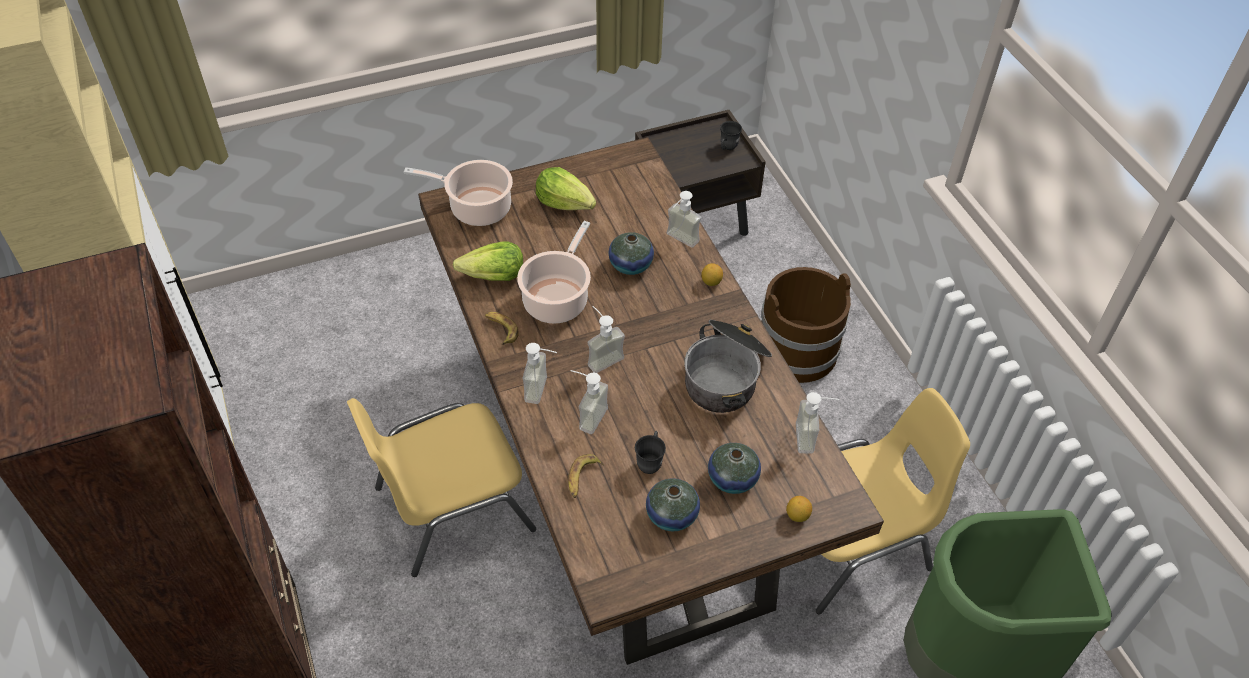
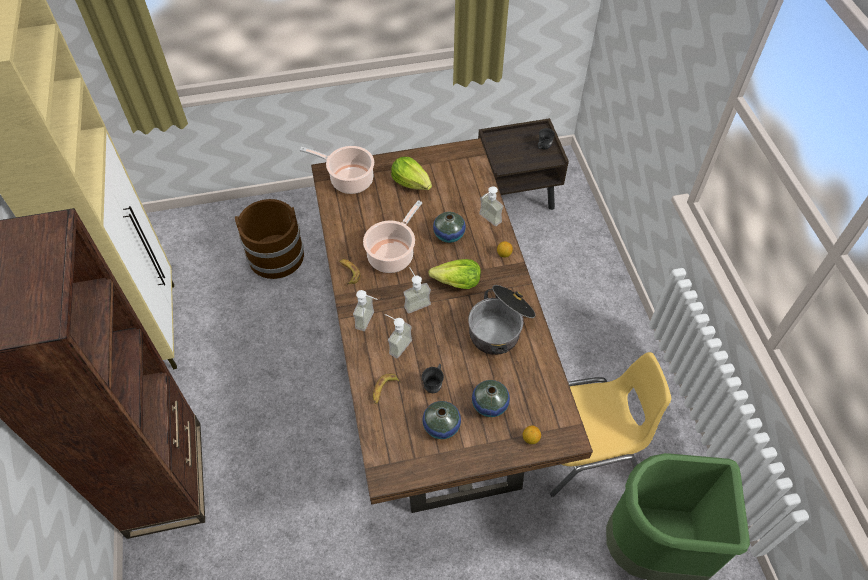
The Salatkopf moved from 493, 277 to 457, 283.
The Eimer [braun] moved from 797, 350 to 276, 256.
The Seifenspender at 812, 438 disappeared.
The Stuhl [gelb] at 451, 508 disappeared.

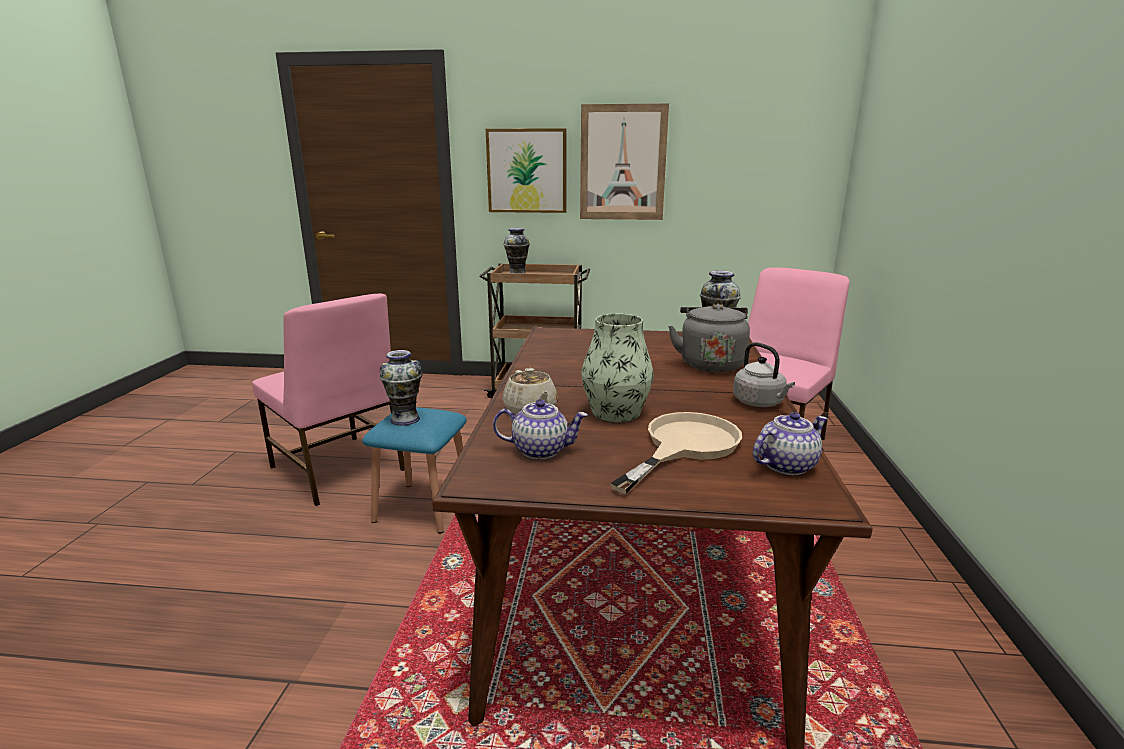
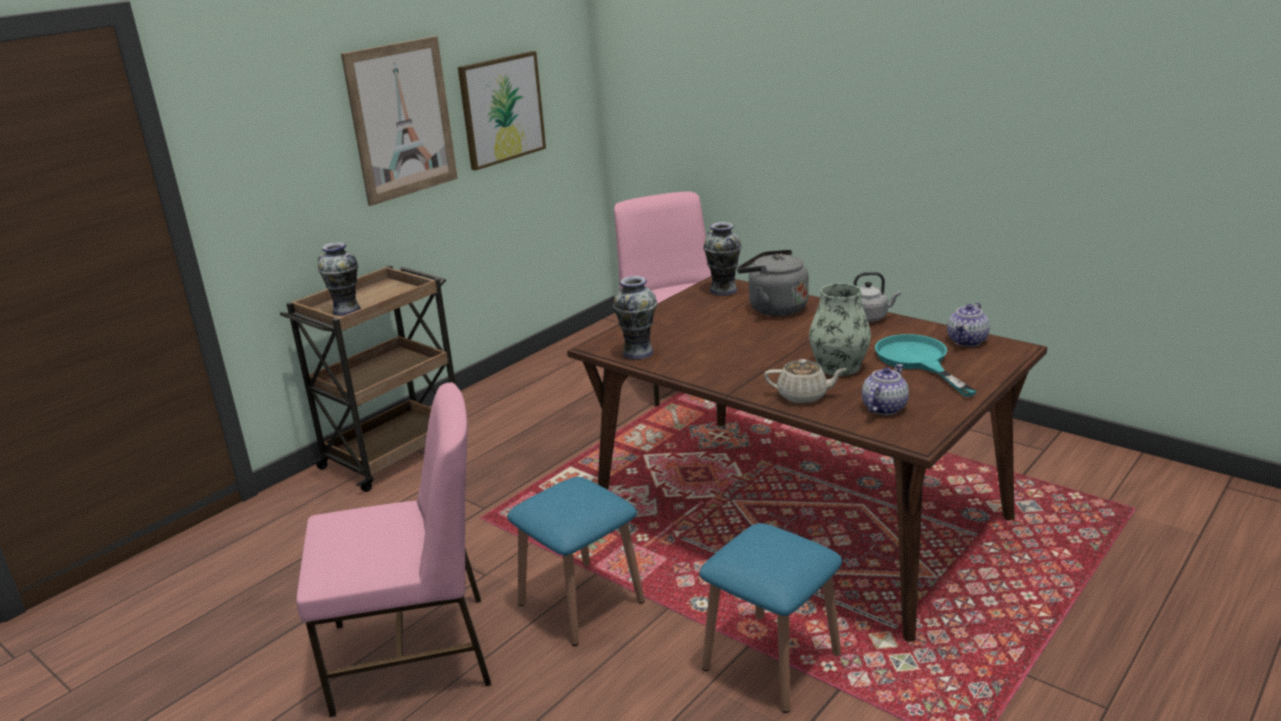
The Bild moved from 527, 171 to 502, 109.
The Vase moved from 405, 419 to 637, 352.
The Pfanne [beige] at 684, 446 became the Pfanne [türkis] at 917, 361.
The Teekanne at 786, 465 turned 150 degrees counterclockwise.
The Hocker [blau] at 771, 661 appeared.

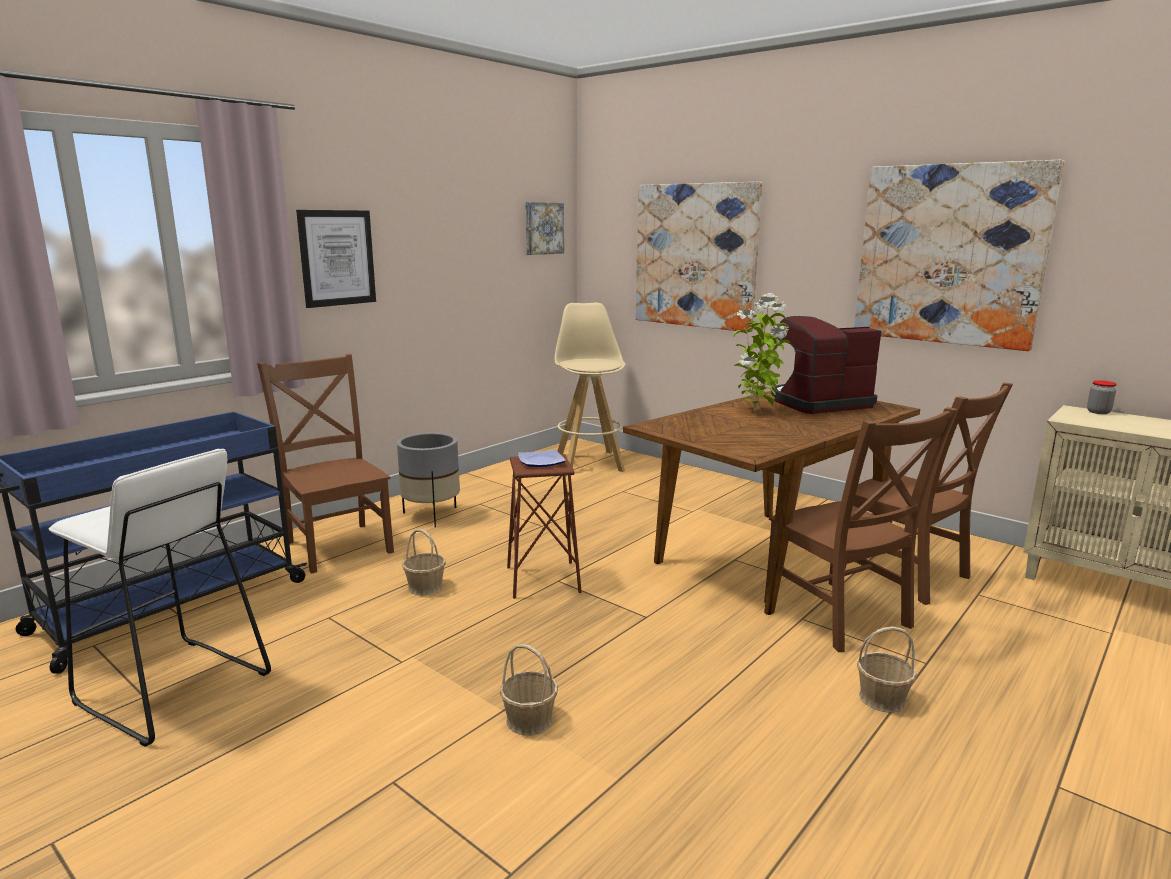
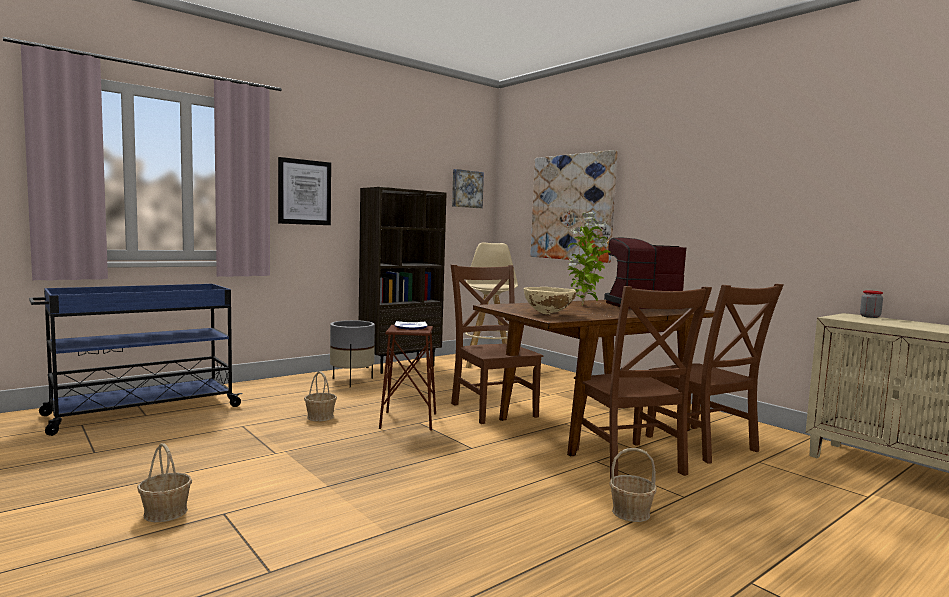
The Bild at 949, 255 disappeared.
The Stuhl [braun] moved from 338, 545 to 492, 409.
The Hocker [weiß] at 172, 689 disappeared.
The Korb moved from 529, 719 to 166, 512.
The Bücherregal [braun] at 400, 366 appeared.
The Schüssel [beige] at 548, 314 appeared.

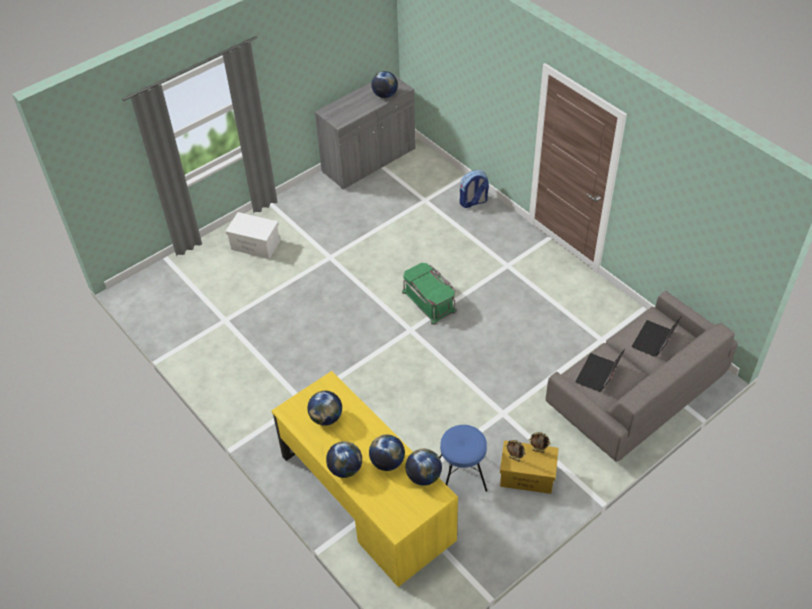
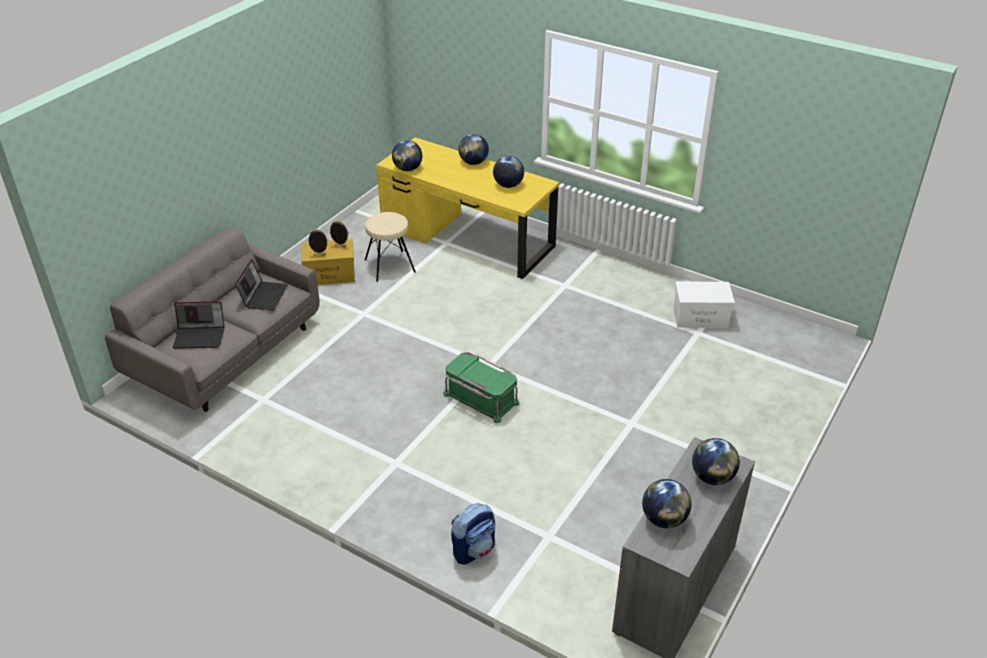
The Aufbewahrungsbox [weiß] moved from 255, 245 to 701, 317.
The Laptop at 654, 341 turned 75 degrees clockwise.
The Hocker [blau] at 462, 474 became the Hocker [beige] at 389, 266.
The Globus moved from 387, 462 to 712, 477.

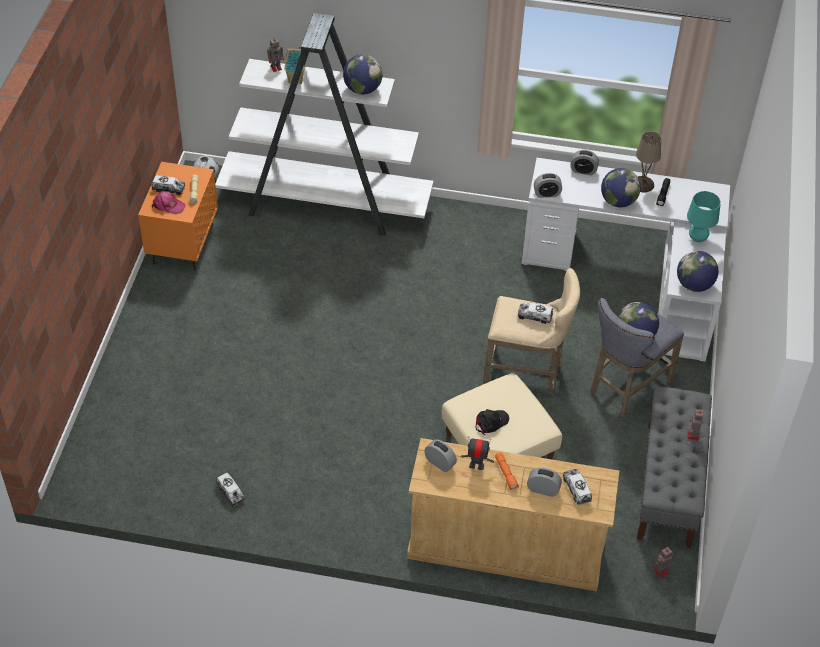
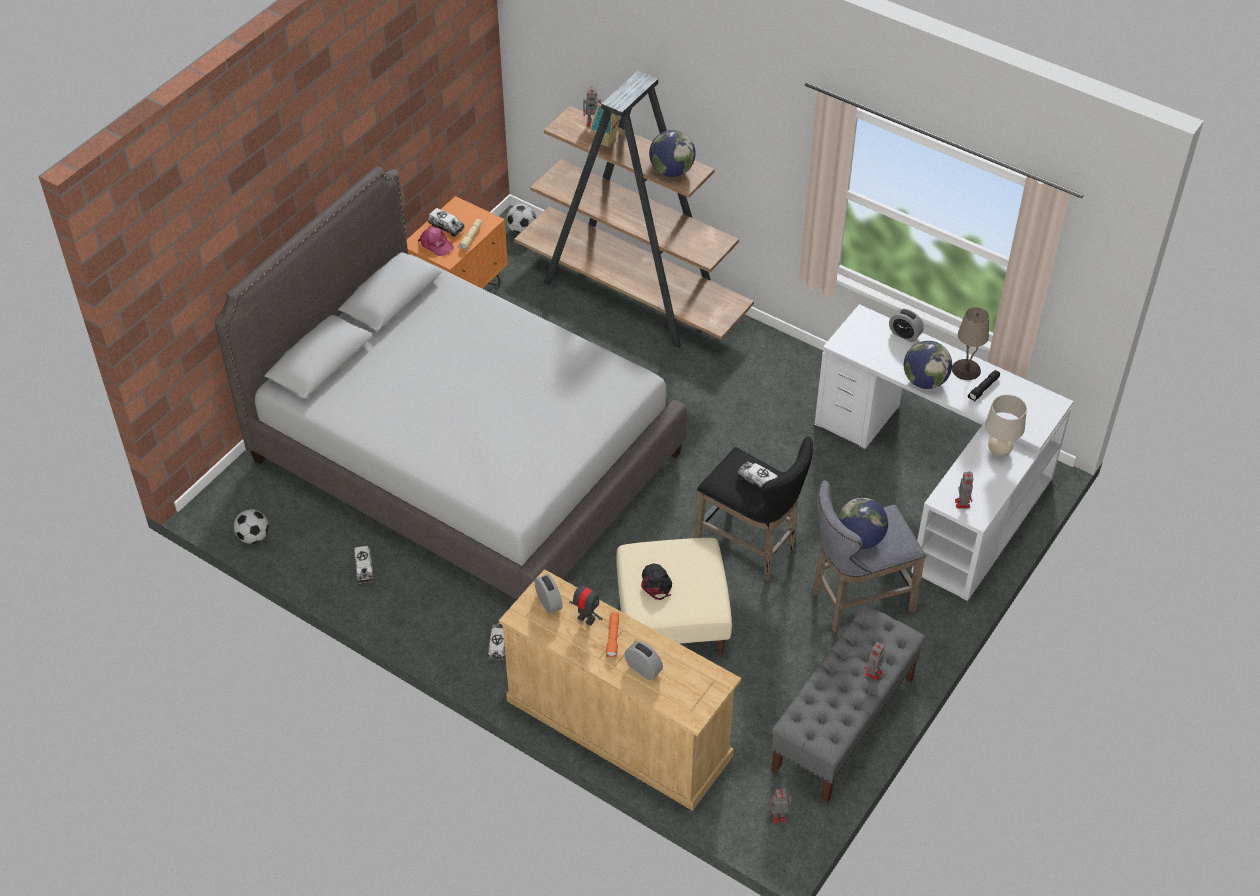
The Bücherregal [weiß] at 326, 204 became the Bücherregal [braun] at 633, 295.
The Wecker at 547, 194 disappeared.
The Tischlampe [türkis] at 697, 238 became the Tischlampe [beige] at 999, 451.
The Globus at 694, 285 was replaced by the Spielzeugroboter at 962, 503.
The Hocker [beige] at 527, 373 became the Hocker [schwarz] at 751, 547.
The Kappe [schwarz] at 491, 422 turned 90 degrees counterclockwise.
The Spielzeuglaster moved from 576, 489 to 498, 644.
The Bett [grau] at 466, 456 appeared.
The Fußball at 254, 537 appeared.

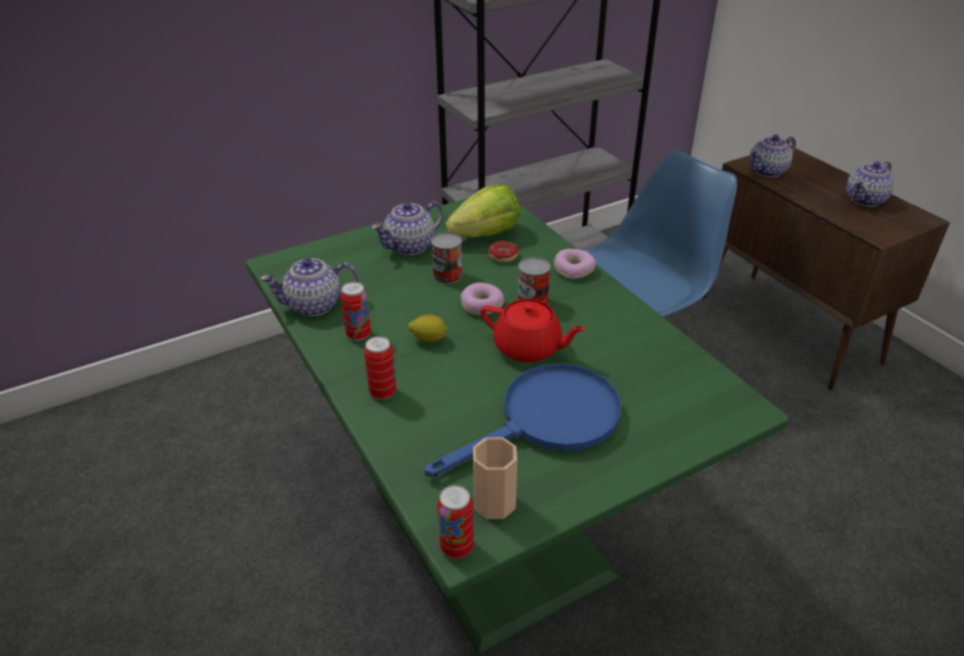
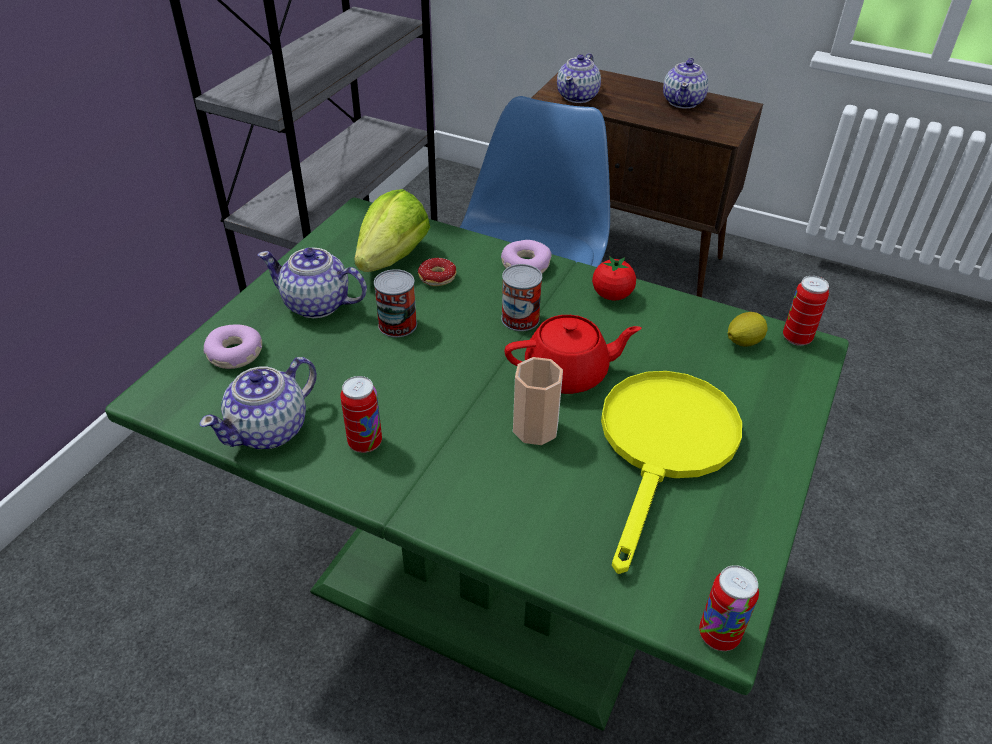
The Teekanne at 411, 246 turned 90 degrees clockwise.
The Donut moved from 481, 305 to 235, 354.
The Zitrone moved from 429, 339 to 743, 342.
The Dose moved from 383, 392 to 796, 338.
The Pfanne [blau] at 547, 421 became the Pfanne [gelb] at 664, 447.
The Tasse moved from 494, 503 to 535, 428.
The Tomate at 612, 295 appeared.

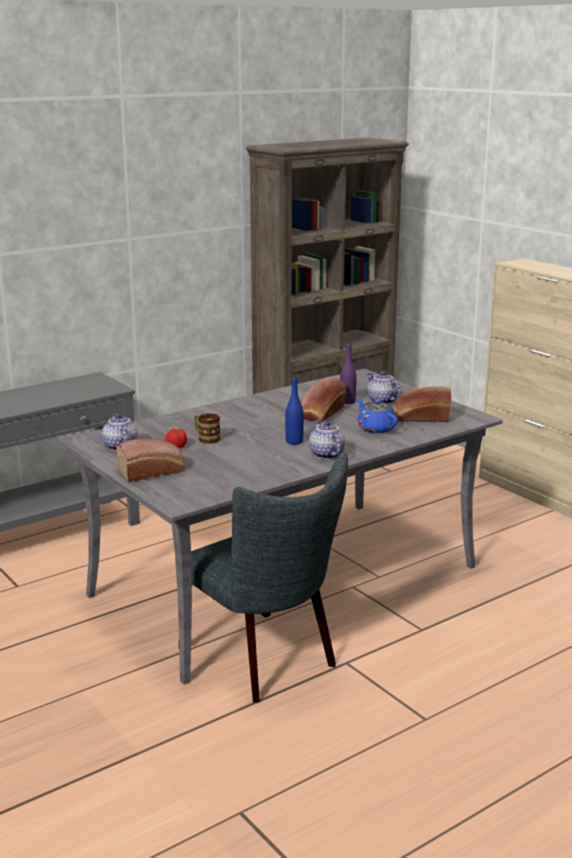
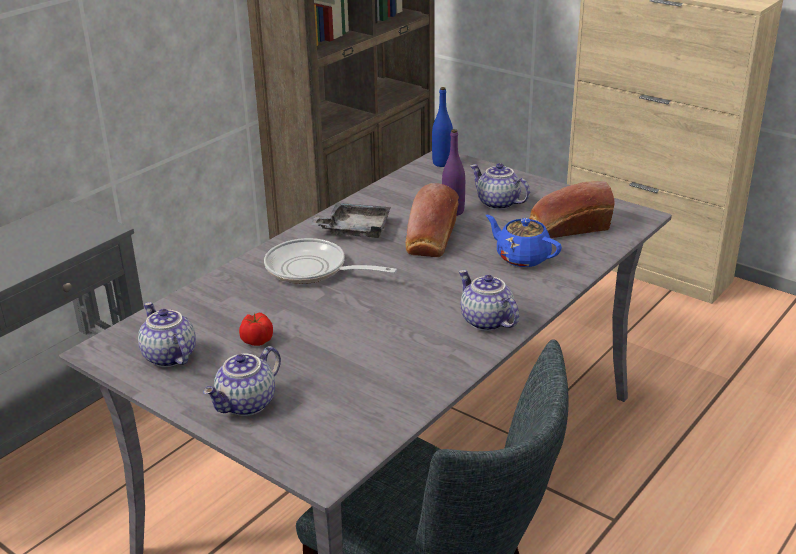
The Flasche [blau] moved from 294, 442 to 442, 163.
The Henkelbecher at 206, 438 disappeared.
The Brot at 153, 472 was replaced by the Teekanne at 247, 405.
The Tablett [grau] at 355, 229 appeared.
The Pfanne at 312, 270 appeared.

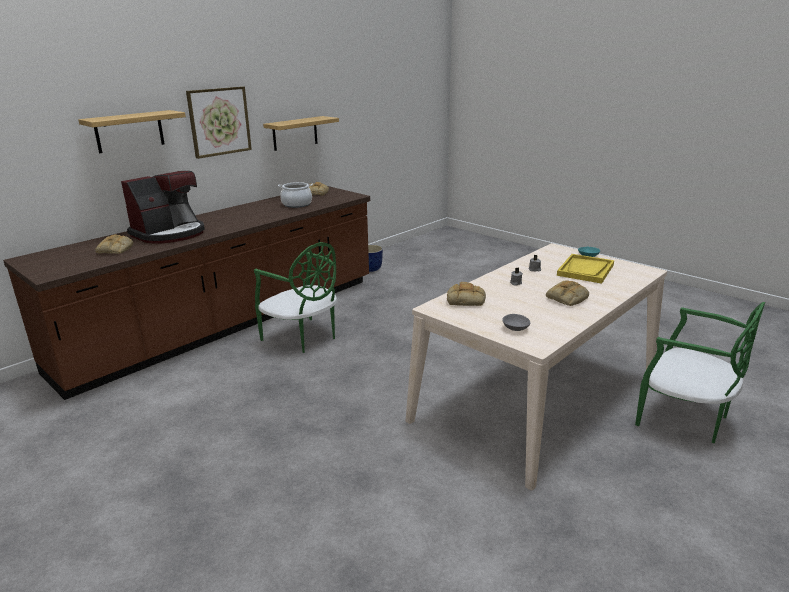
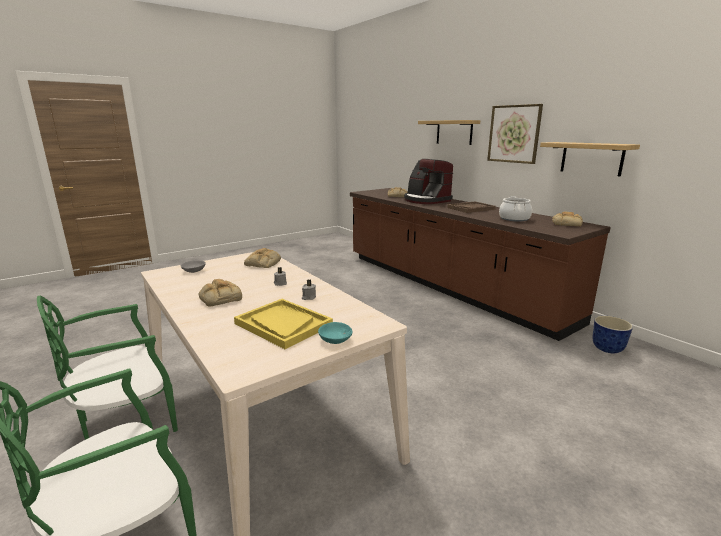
The Stuhl [grün] moved from 303, 337 to 126, 421.
The Tablett [braun] at 471, 208 appeared.

